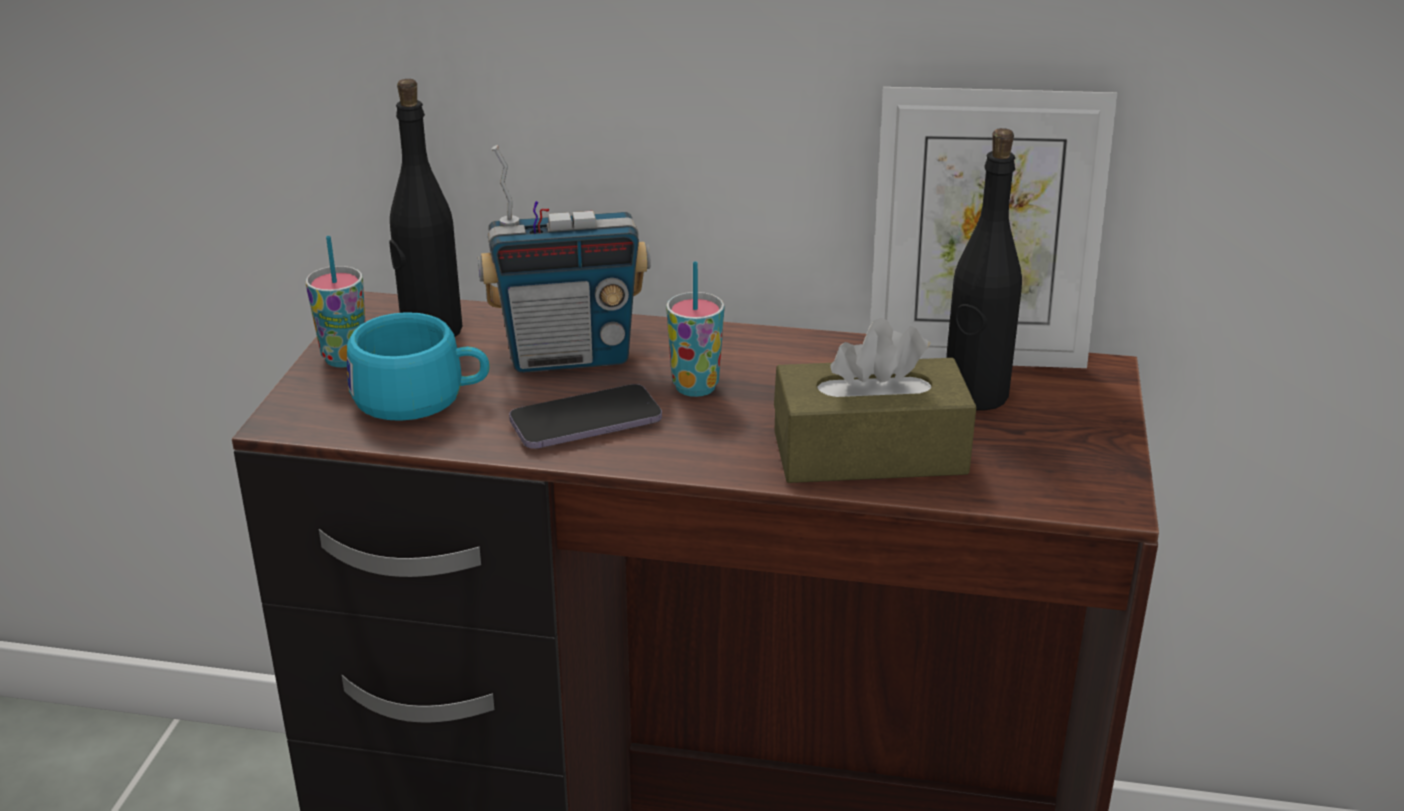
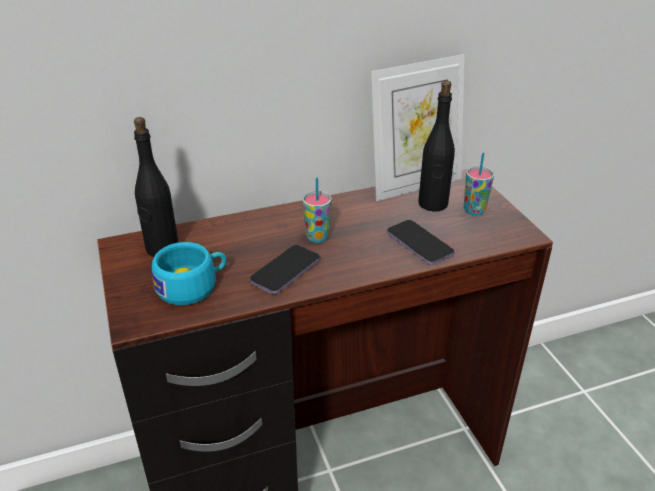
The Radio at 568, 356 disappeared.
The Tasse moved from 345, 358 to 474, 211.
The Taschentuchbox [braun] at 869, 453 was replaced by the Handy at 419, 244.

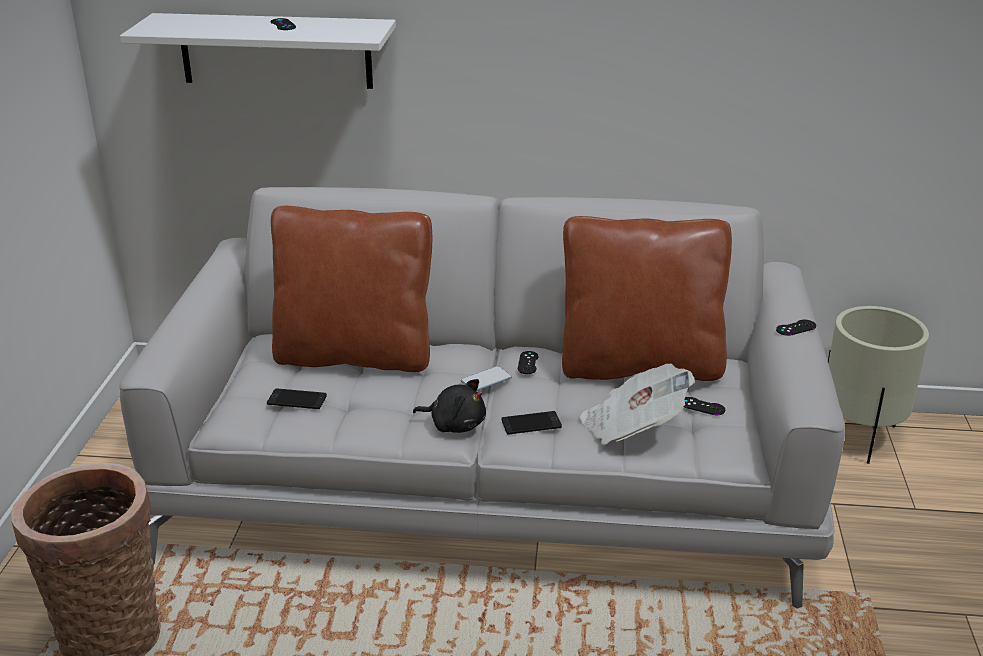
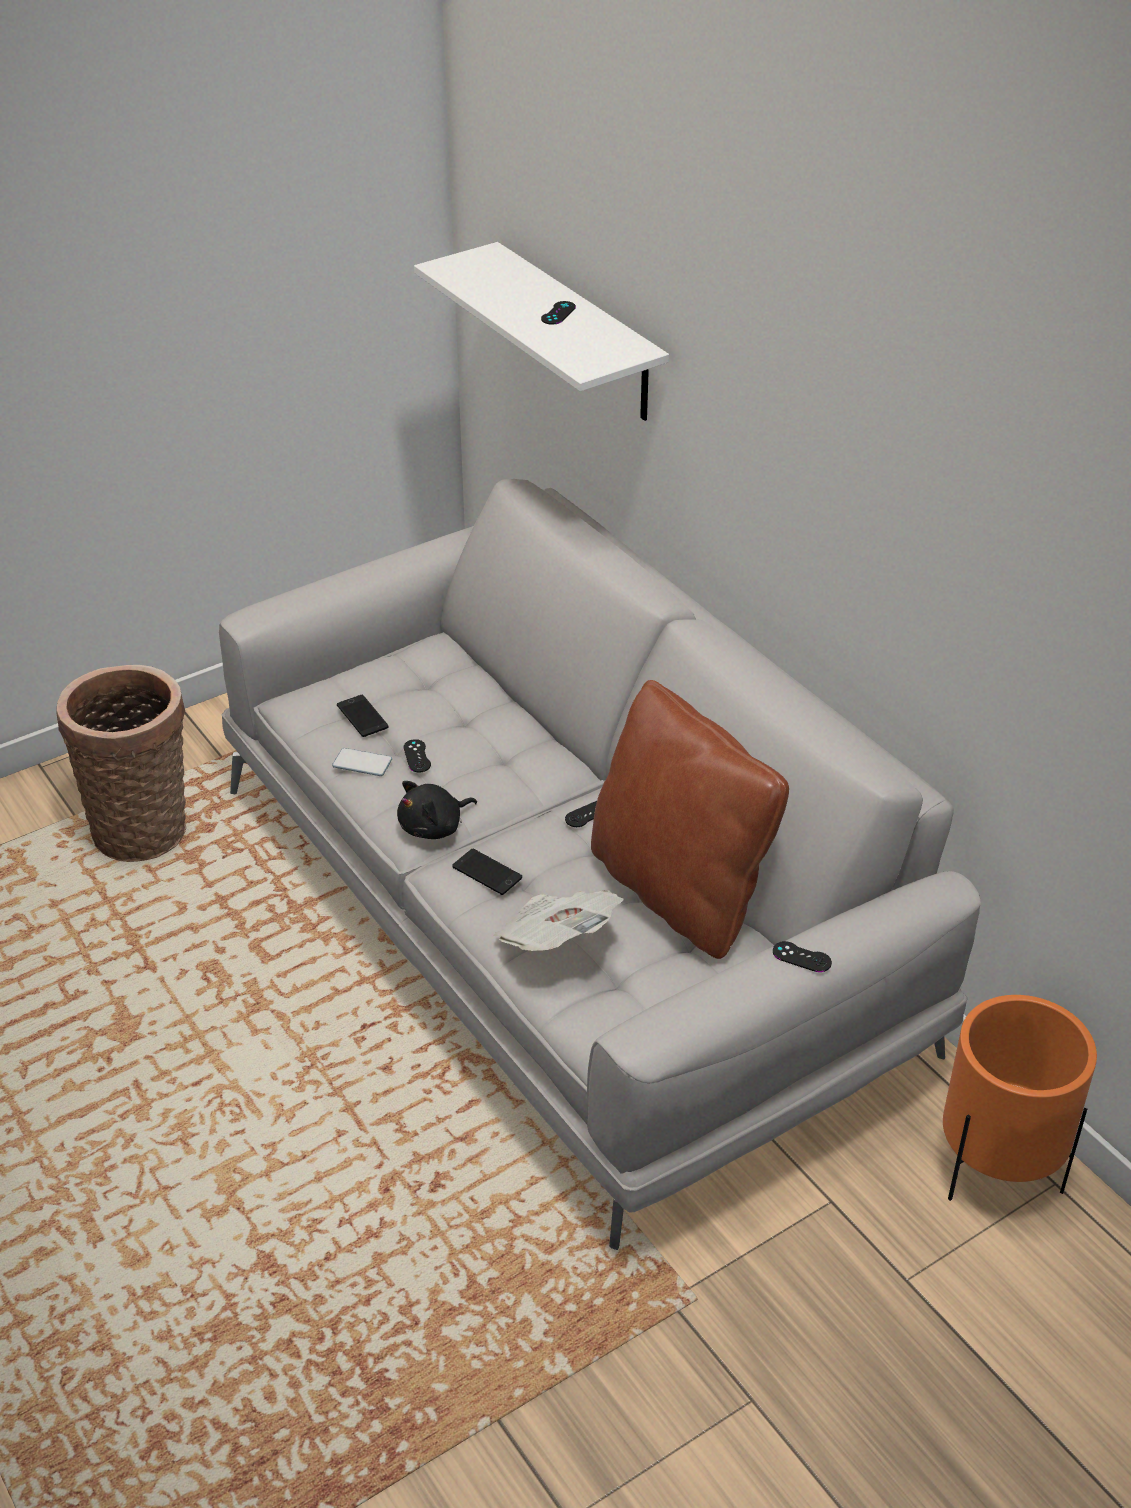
The Kissen [braun] at 355, 355 disappeared.
The Pflanzkübel [beige] at 860, 437 became the Pflanzkübel [orange] at 998, 1169.
The Handy moved from 486, 380 to 362, 763.
The Plüschtier [schwarz] at 455, 424 turned 75 degrees clockwise.
The Gamepad [schwarz] moved from 702, 406 to 417, 756.

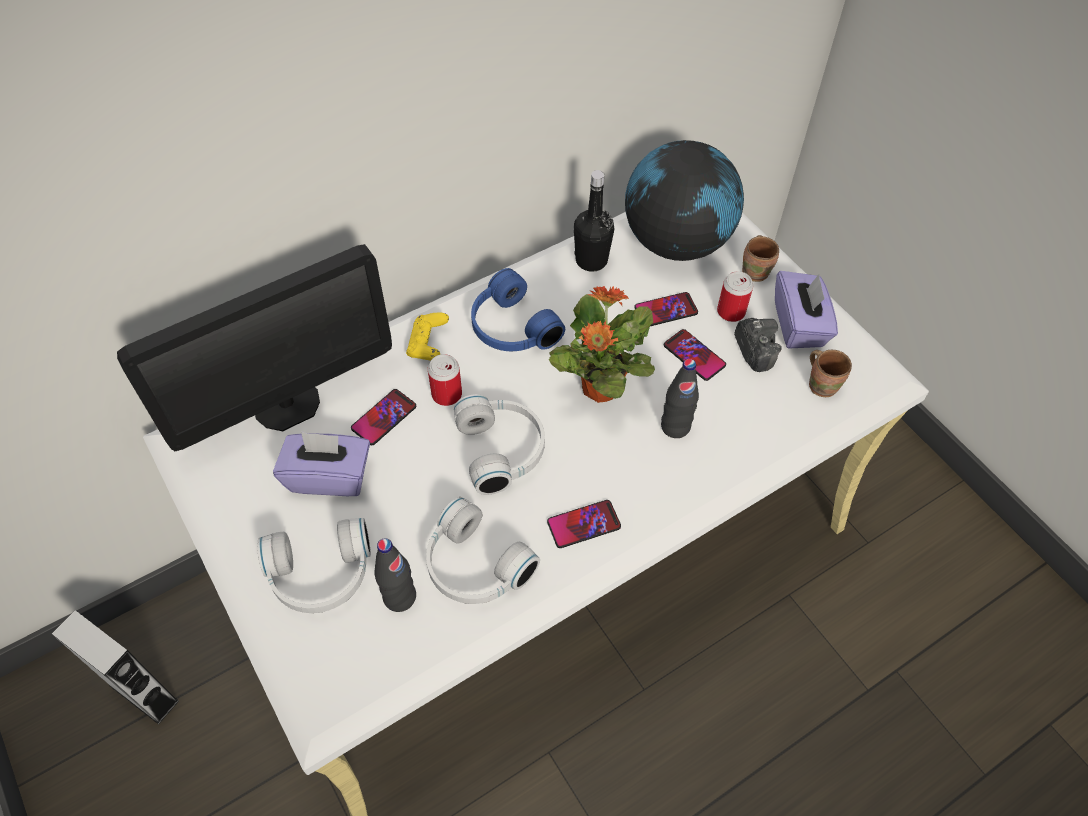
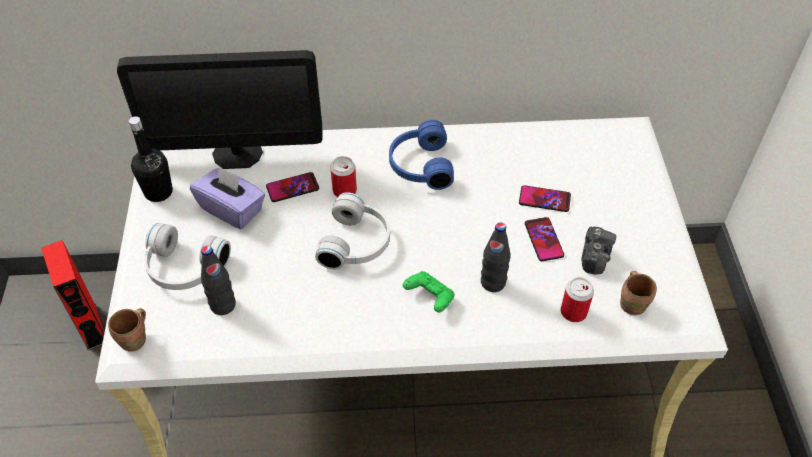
The Globus at 676, 242 disappeared.
The Flasche [schwarz] moved from 591, 260 to 158, 192.
The Henkelbecher [braun] moved from 756, 271 to 136, 340.
The Dose moved from 731, 312 to 573, 312.
The Taschentuchbox [lila] at 799, 325 disappeared.
The Topfpflanze at 599, 389 disappeared.
The Gamepad [gelb] at 428, 345 disappeared.
The Kopfhörer [weiß] at 473, 567 disappeared.
The Handy at 583, 524 disappeared.
The Lautsprecher [grau] at 144, 693 became the Lautsprecher [rot] at 91, 326.
The Gamepad [grün] at 430, 297 appeared.

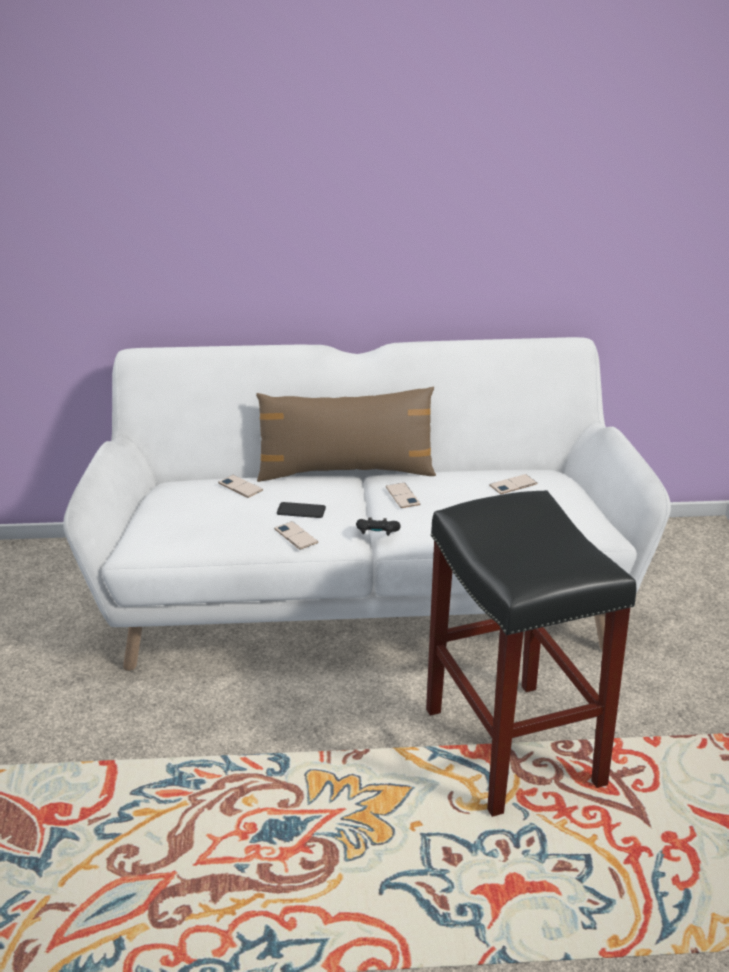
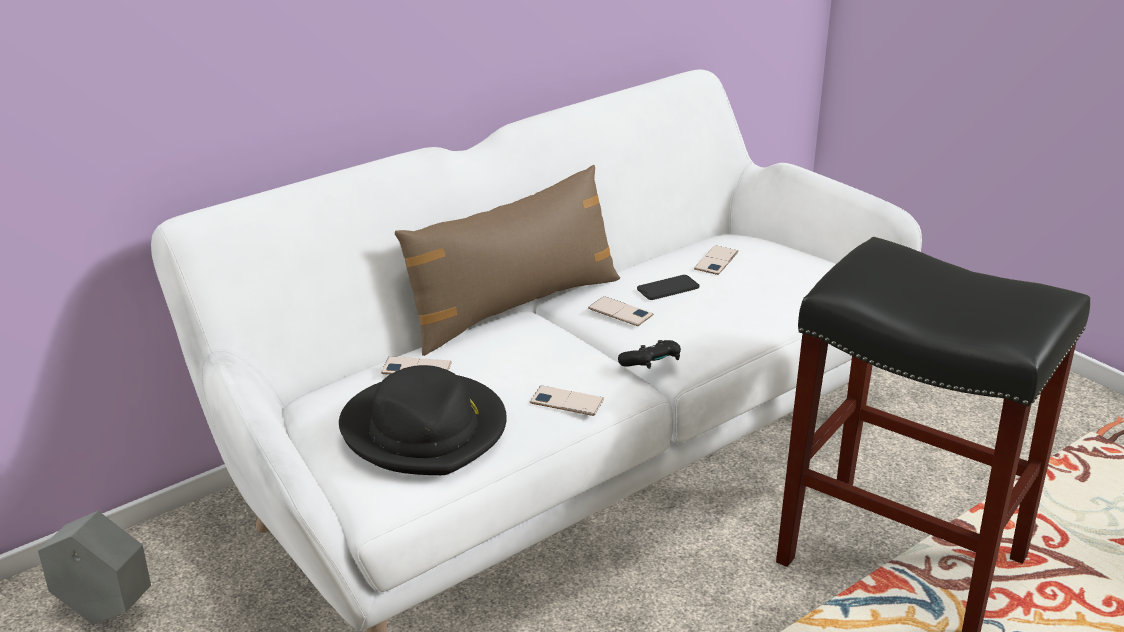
The Handy moved from 301, 511 to 668, 288.
The Hut [schwarz] at 425, 430 appeared.
The Pflanzkübel [grau] at 105, 610 appeared.

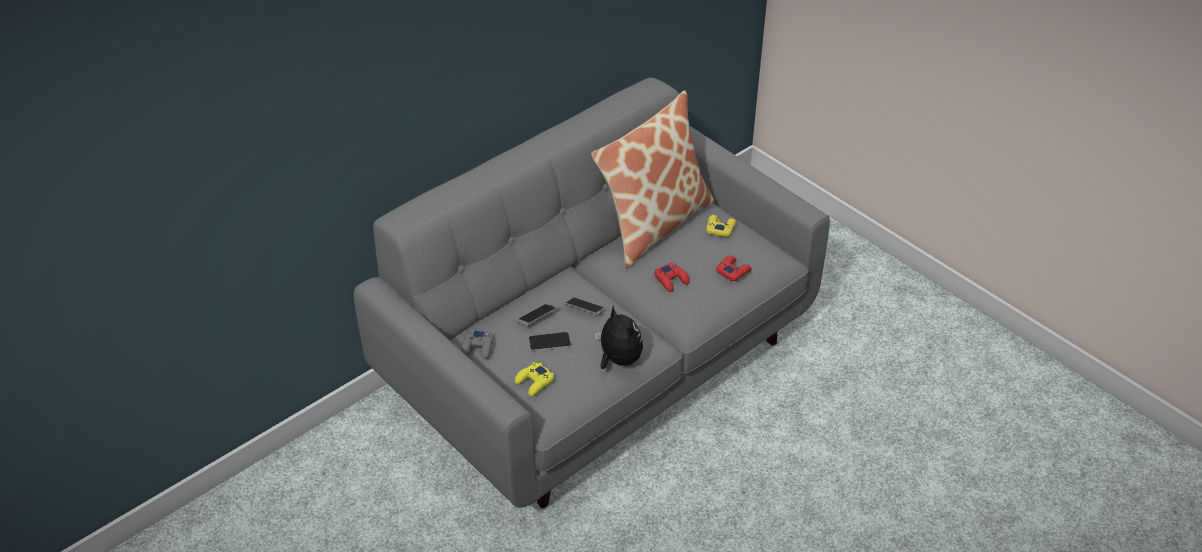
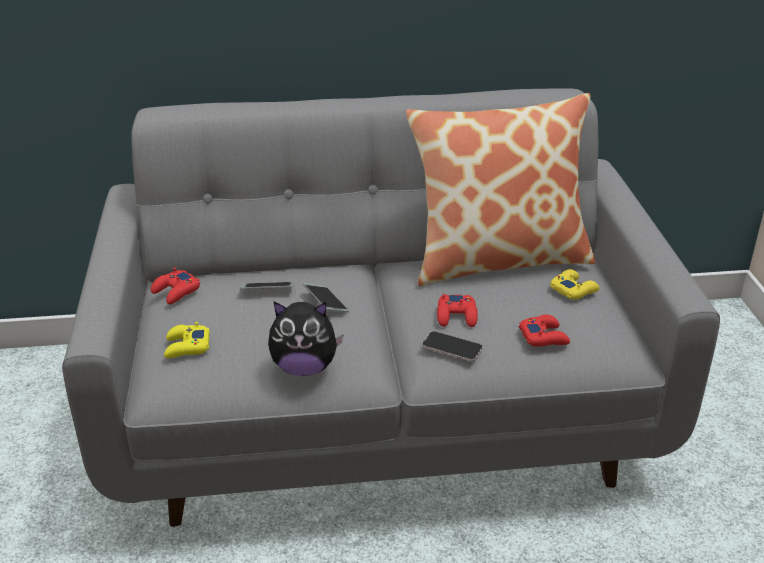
The Plüschtier at 618, 360 turned 90 degrees clockwise.
The Gamepad [grau] at 478, 347 became the Gamepad [rot] at 176, 291.
The Handy moved from 549, 342 to 452, 347.

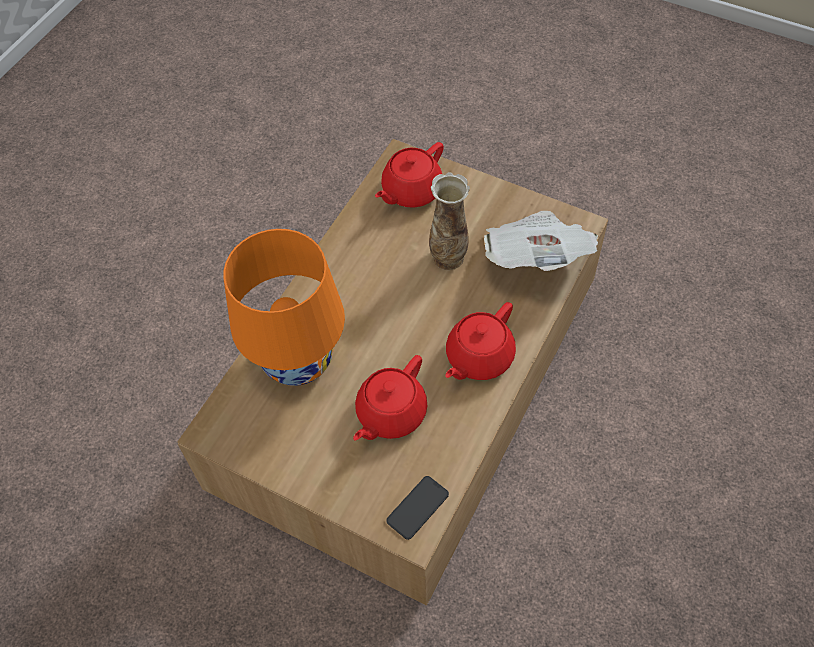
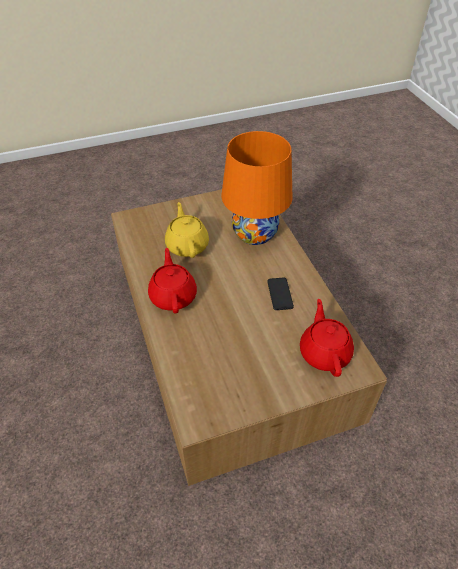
The Vase at 448, 258 disappeared.
The Zeitung at 536, 258 disappeared.
The Teekanne [rot] at 390, 413 became the Teekanne [gelb] at 187, 245.
The Handy moved from 417, 507 to 280, 294.

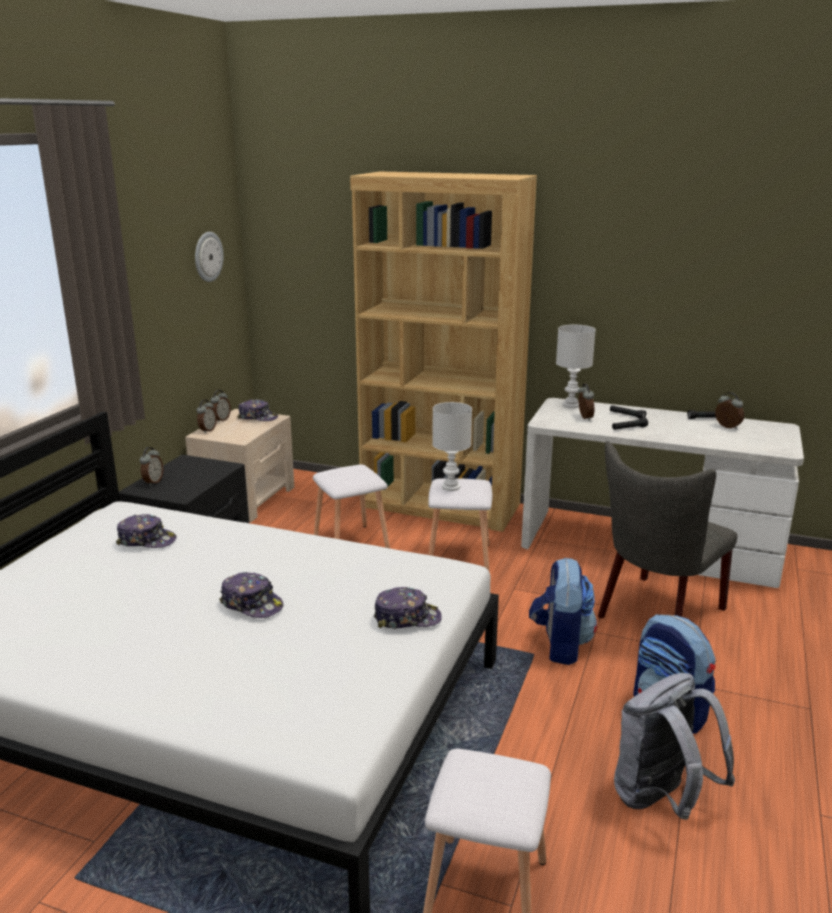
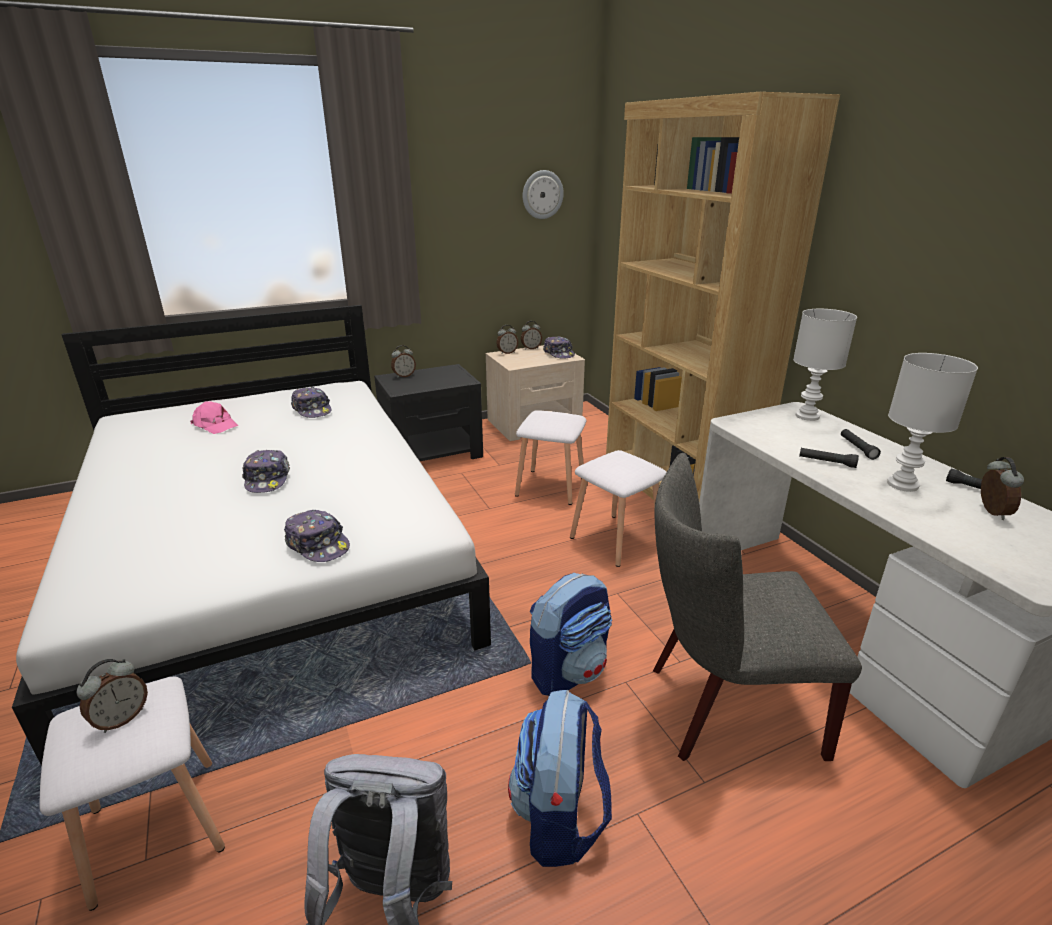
The Wecker moved from 584, 418 to 121, 718.
The Tischlampe [weiß] moved from 450, 487 to 901, 484.
The Kappe [rosa] at 215, 425 appeared.

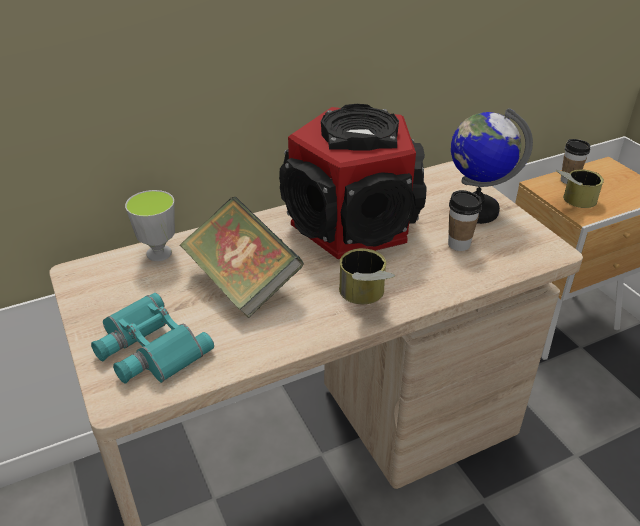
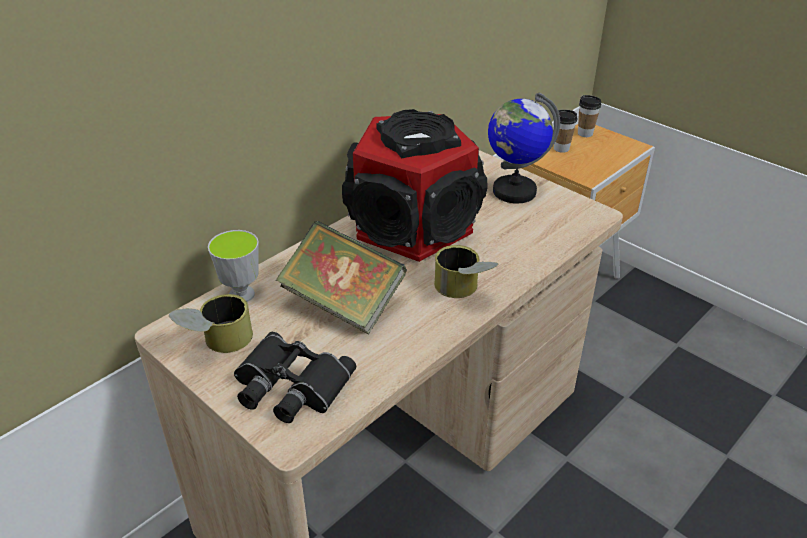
The Dose moved from 572, 201 to 216, 344.
The Tasse moved from 459, 244 to 585, 133.
The Fernglas [türkis] at 147, 348 became the Fernglas [schwarz] at 289, 386.

